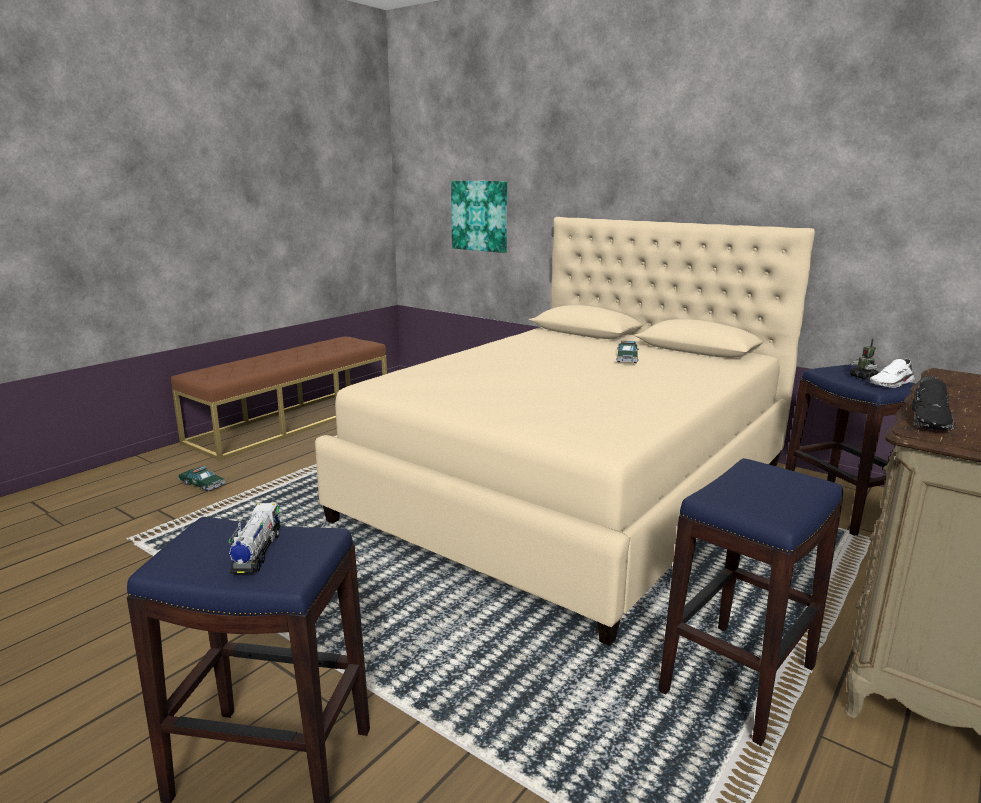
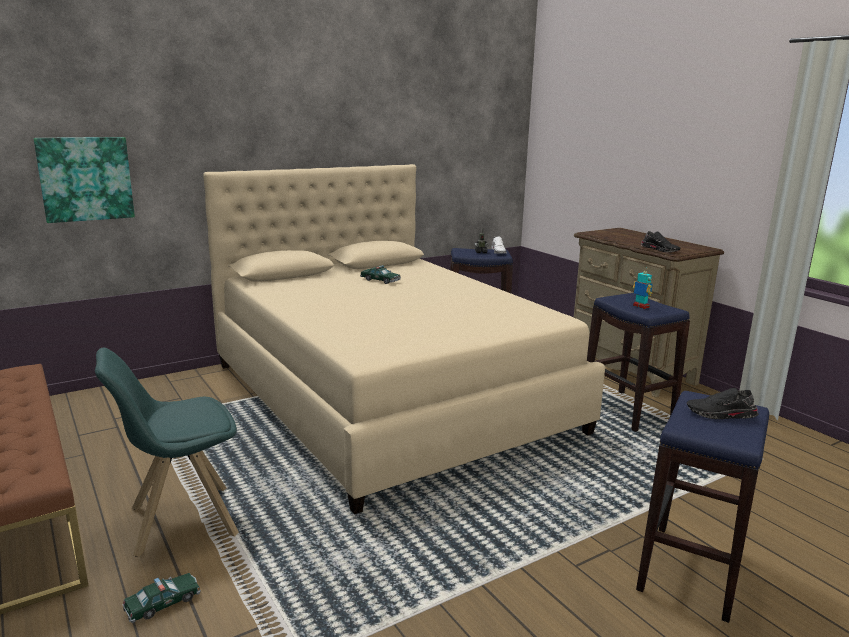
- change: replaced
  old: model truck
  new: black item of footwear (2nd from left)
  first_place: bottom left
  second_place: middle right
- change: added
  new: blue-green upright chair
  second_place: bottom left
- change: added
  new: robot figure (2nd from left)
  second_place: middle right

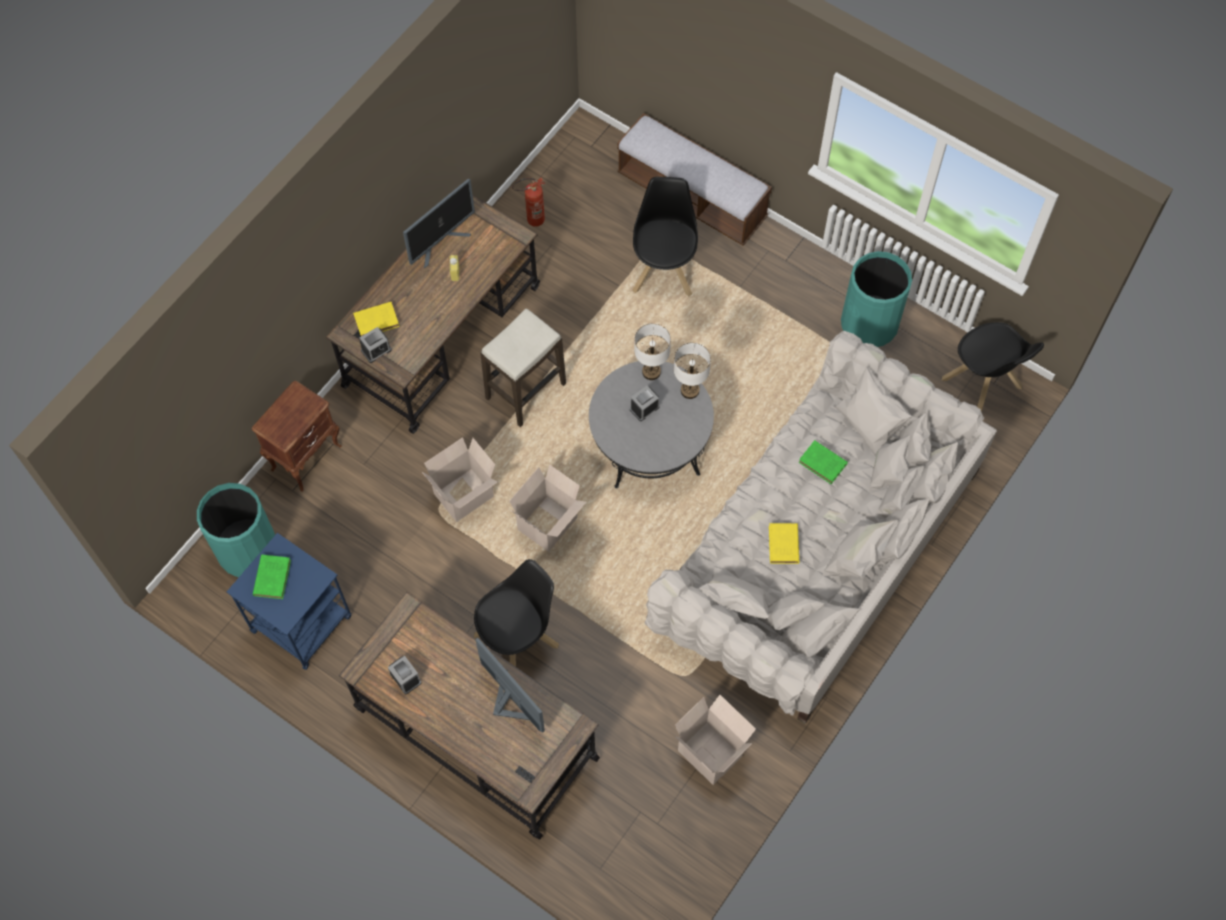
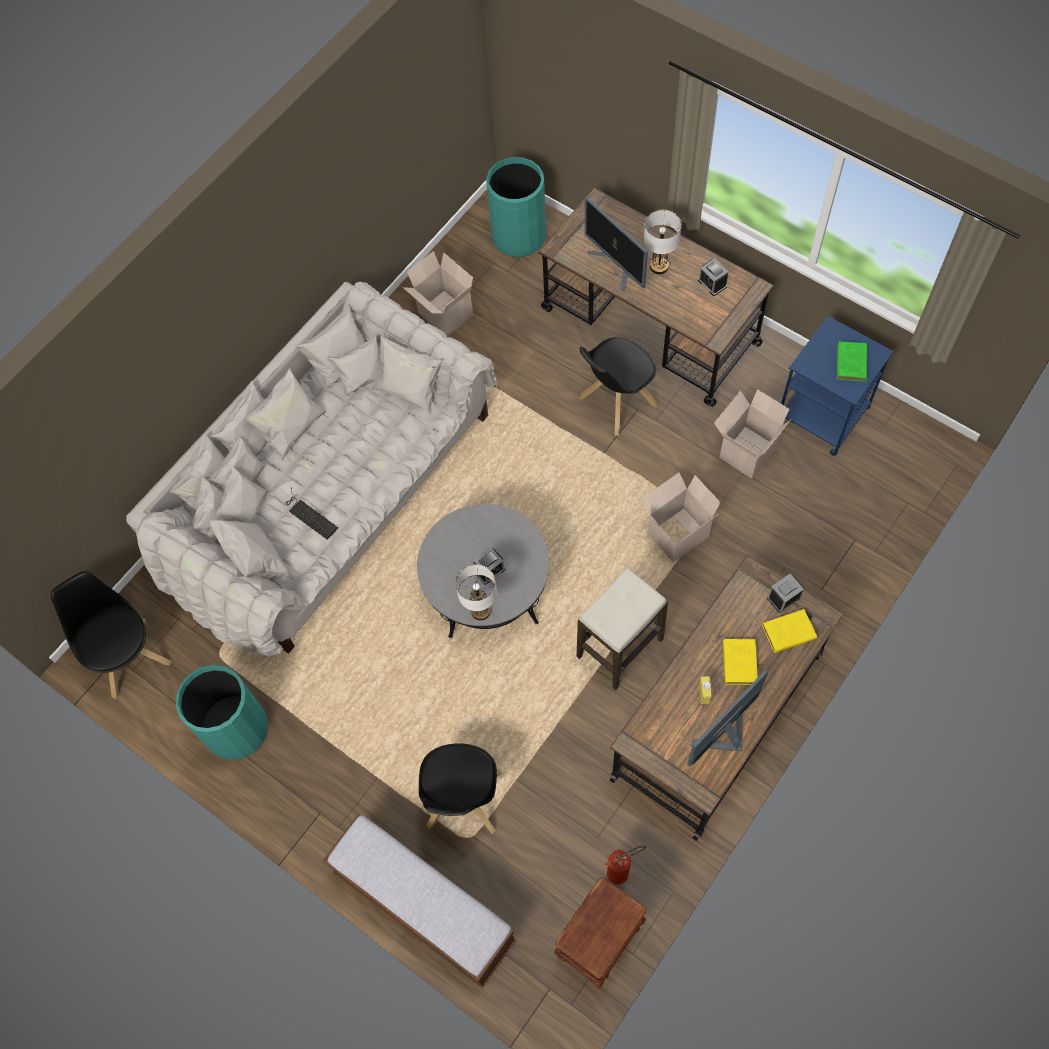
- change: moved
  old: blue-green waste bin (1st from left in the first image)
  new: blue-green waste bin (2nd from left)
  first_place: middle left
  second_place: top centre
- change: moved
  old: brownish bedside table
  first_place: middle left
  second_place: bottom centre
- change: moved
  old: packing box (2nd from left in the first image)
  new: packing box (3rd from left)
  first_place: centre
  second_place: middle right
- change: moved
  old: table lamp (2nd from left)
  first_place: centre
  second_place: top centre
- change: moved
  old: yellow bound book (2nd from left in the first image)
  new: yellow bound book (1st from left)
  first_place: centre
  second_place: middle right
- change: replaced
  old: green-coloured bound book (2nd from left)
  new: PC keyboard
  first_place: middle right
  second_place: middle left

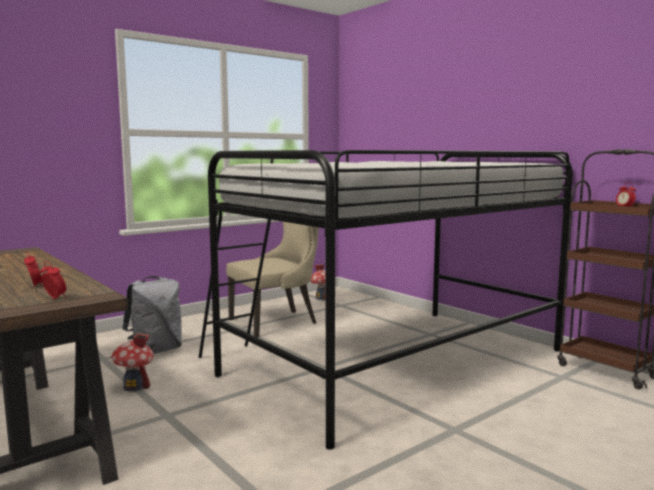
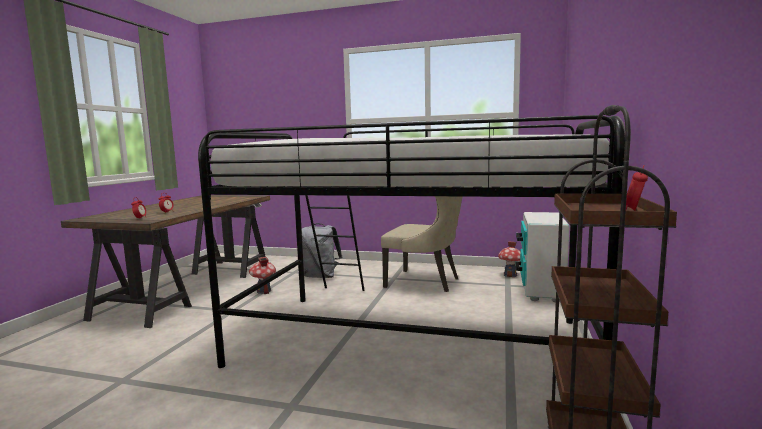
- change: added
  new: whitish bedside table
  second_place: middle right

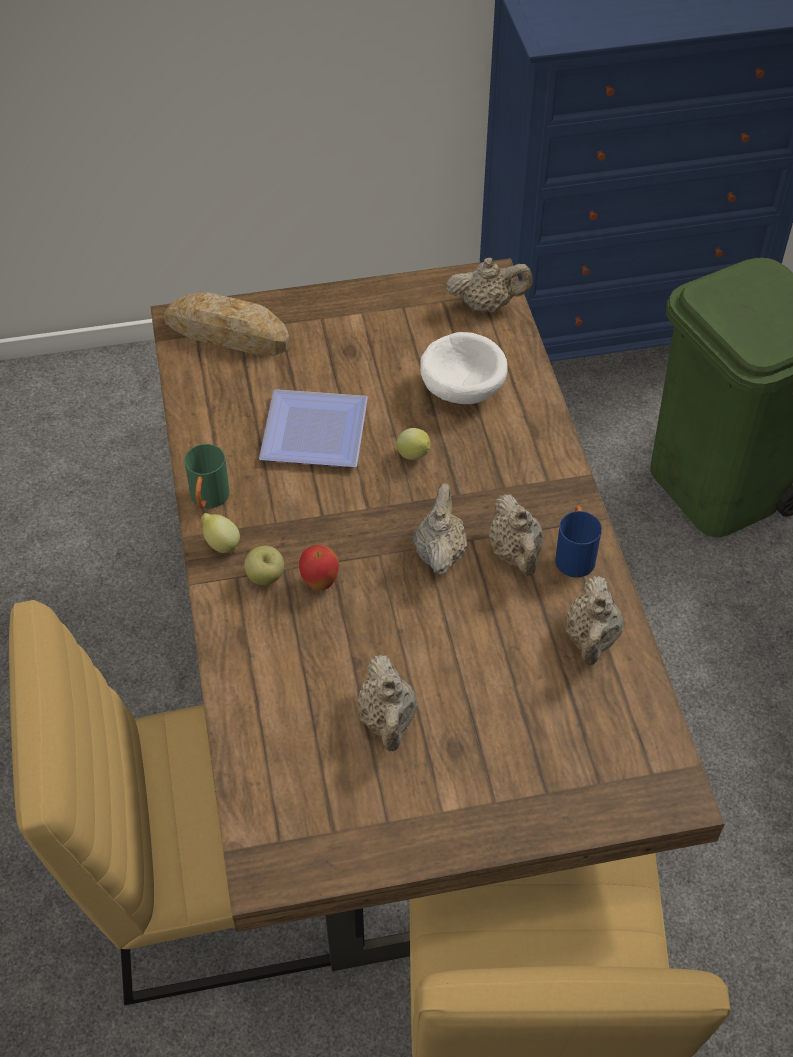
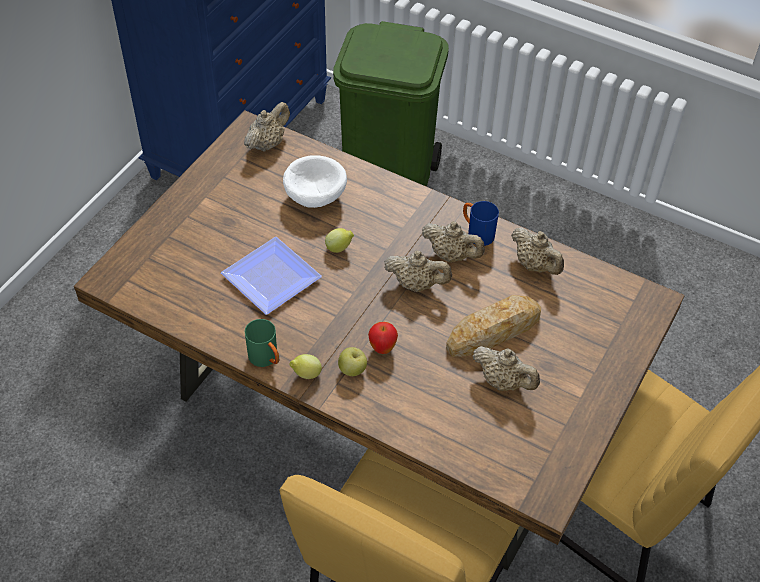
- change: moved
  old: bakery bread
  first_place: top left
  second_place: centre
- change: turned
  old: beige-coloured pot for tea (2nd from left)
  first_place: centre
  second_place: centre
  degrees: 150

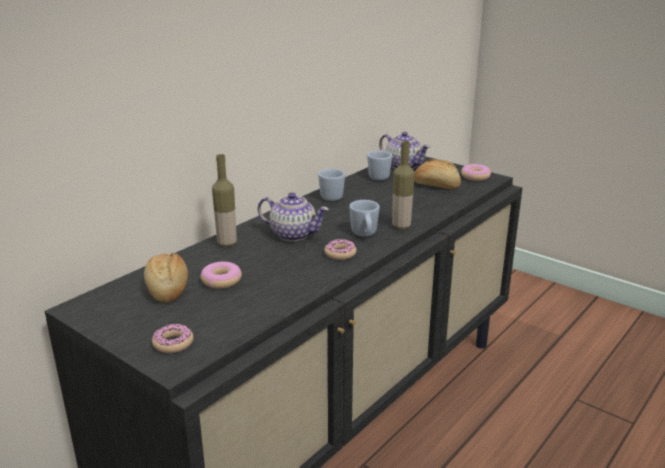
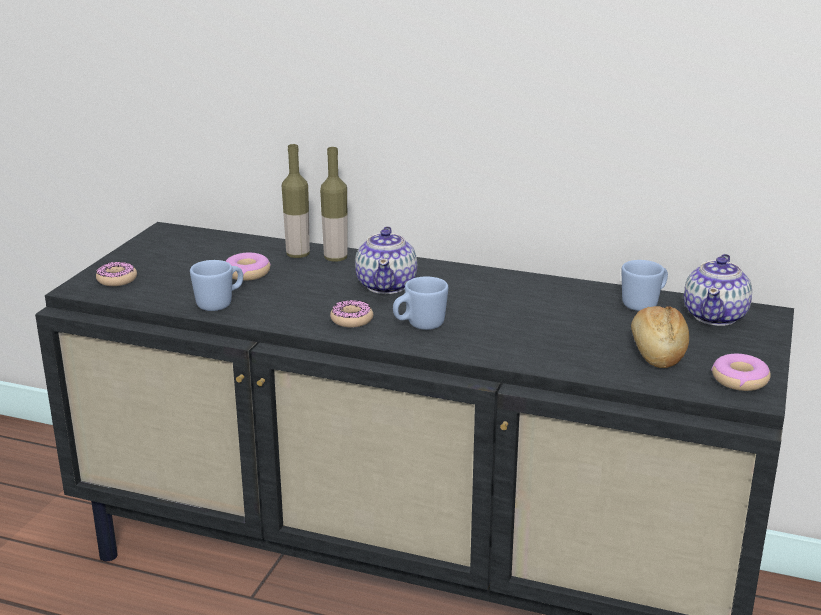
- change: removed
  old: bakery bread (1st from left)
  first_place: middle left
- change: moved
  old: blue coffee mug (1st from left)
  first_place: centre
  second_place: middle left
- change: moved
  old: drink bottle (2nd from left in the first image)
  new: drink bottle (1st from left)
  first_place: centre
  second_place: top centre

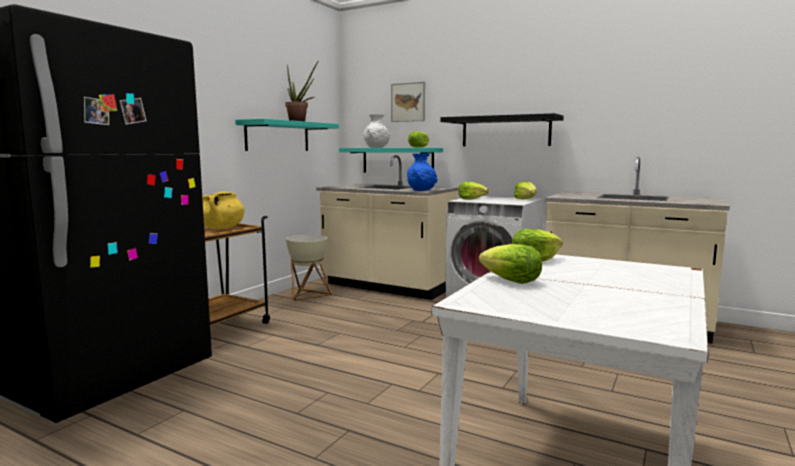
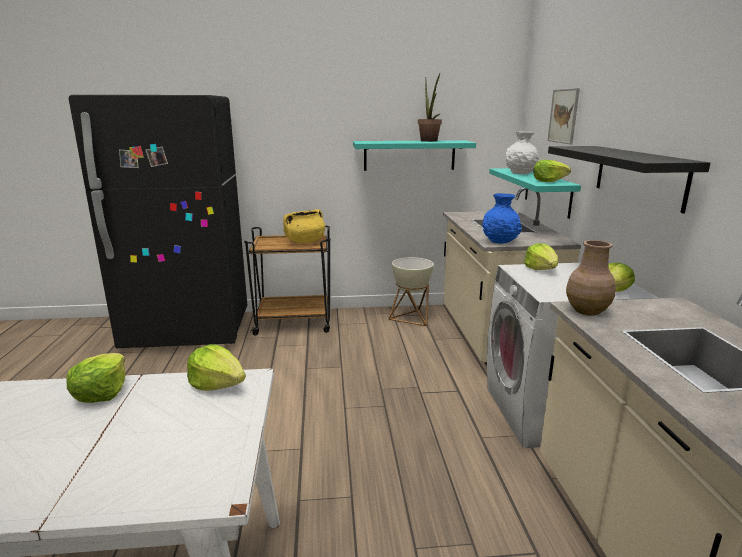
- change: added
  new: brownish vase
  second_place: middle right

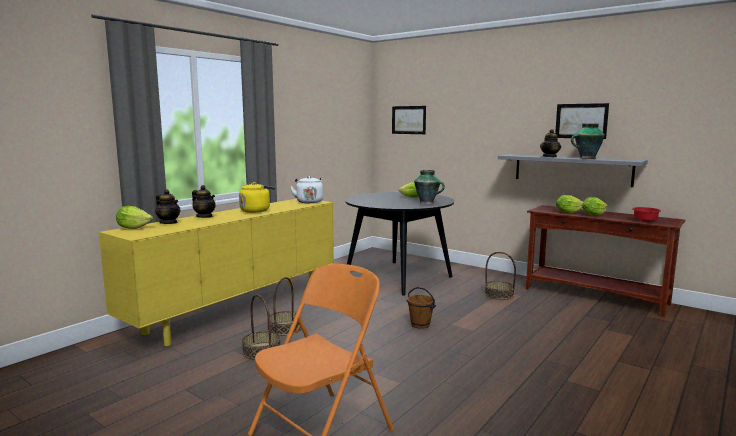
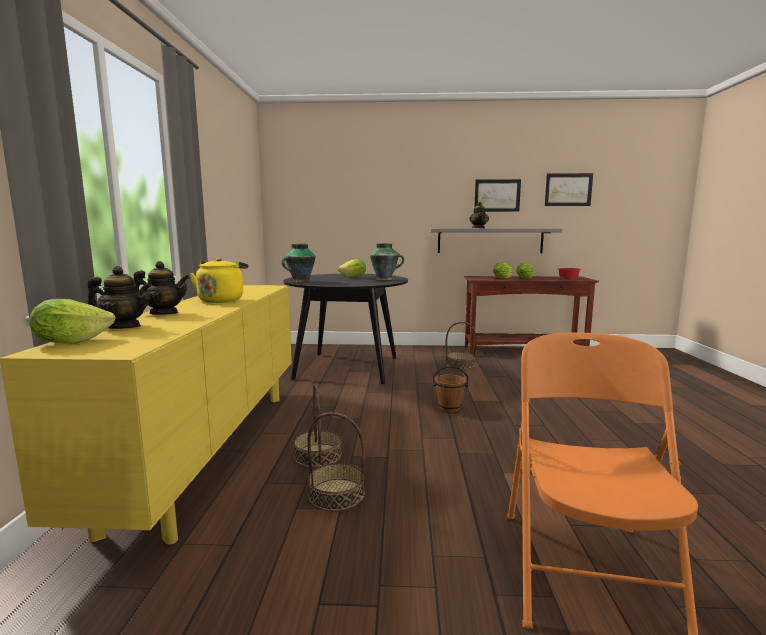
- change: removed
  old: whitish kettle
  first_place: centre
- change: moved
  old: wall art (1st from left in the first image)
  new: wall art (2nd from left)
  first_place: top centre
  second_place: top right
- change: moved
  old: vase (2nd from left in the first image)
  new: vase (1st from left)
  first_place: top right
  second_place: centre

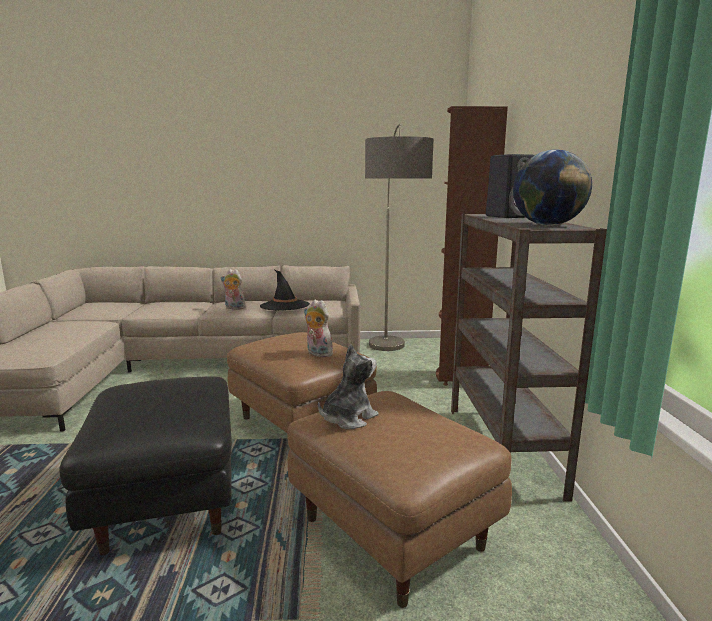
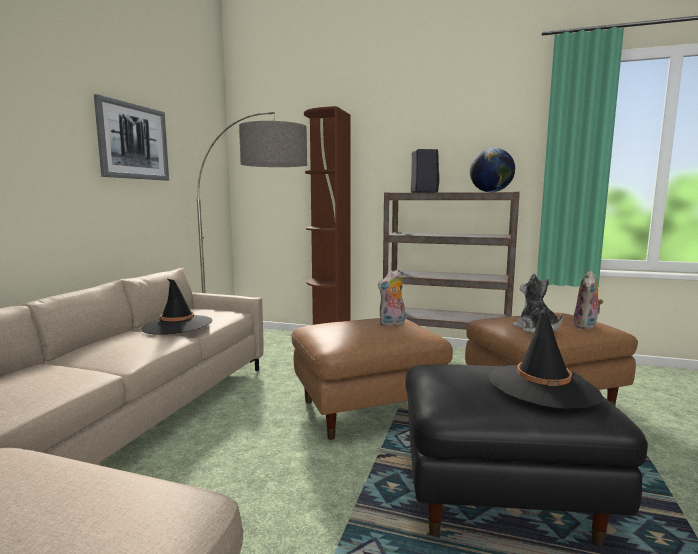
- change: moved
  old: cuddly toy (1st from left in the first image)
  new: cuddly toy (3rd from left)
  first_place: middle left
  second_place: middle right
- change: added
  new: wall art
  second_place: top left
- change: added
  new: black wearable hat (2nd from left)
  second_place: middle right

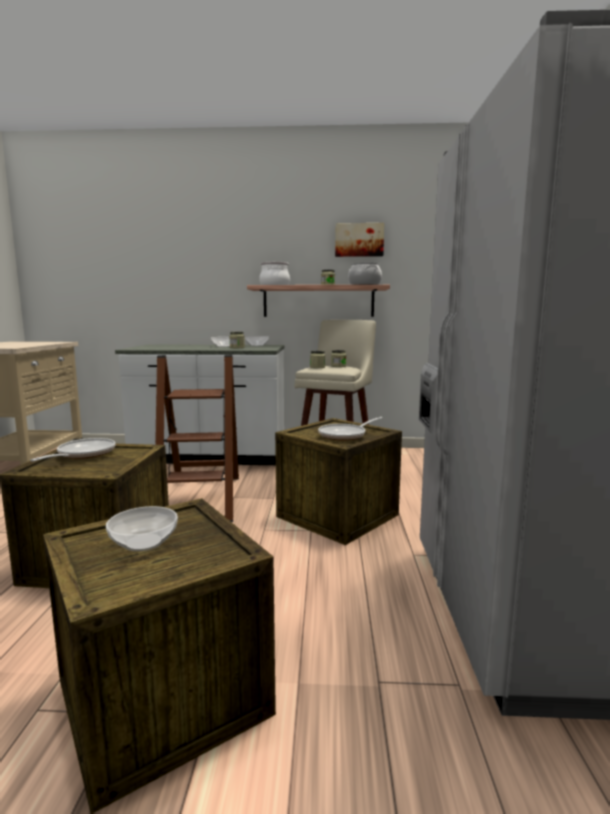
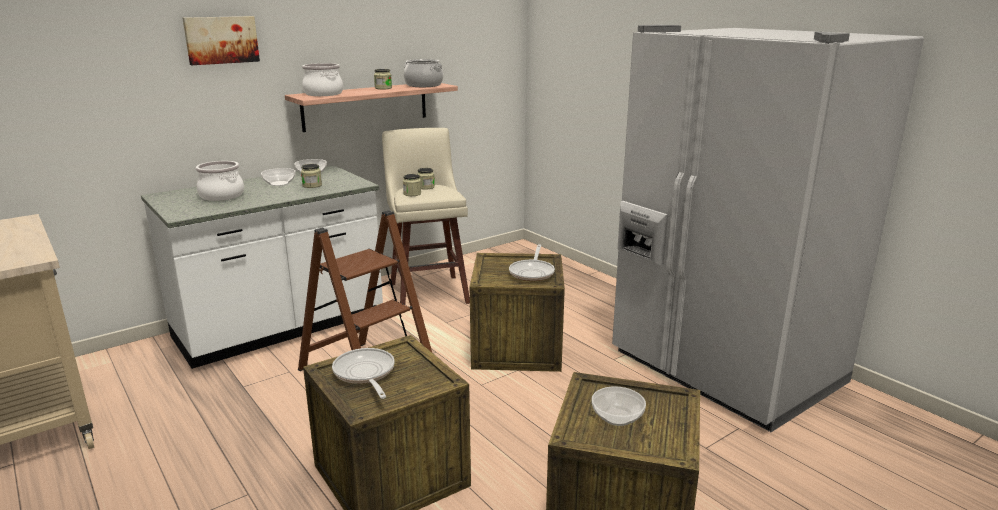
- change: moved
  old: wall art
  first_place: top centre
  second_place: top left
- change: added
  new: saucepot (1st from left)
  second_place: middle left

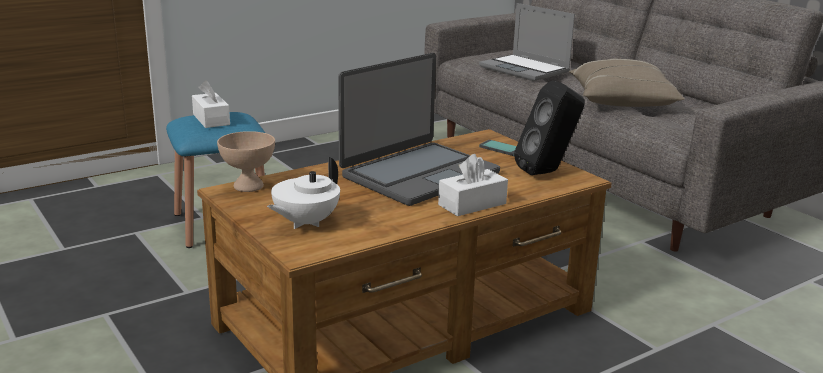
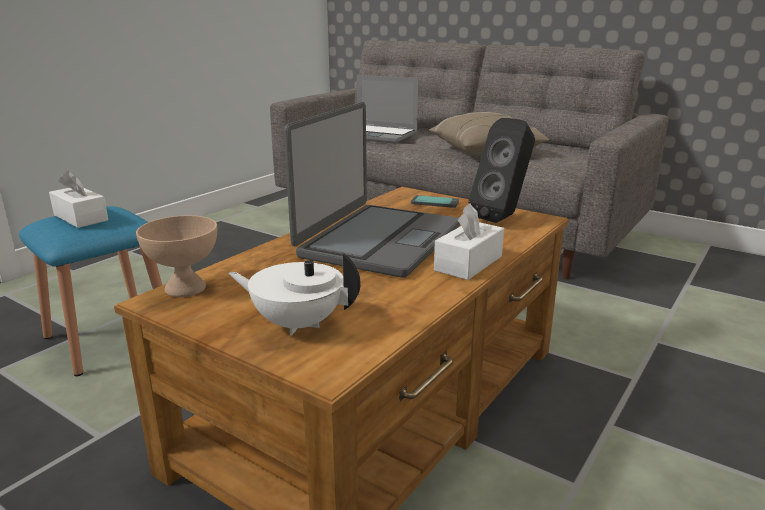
- change: turned
  old: whitish pot for tea
  first_place: centre
  second_place: centre
  degrees: 90

